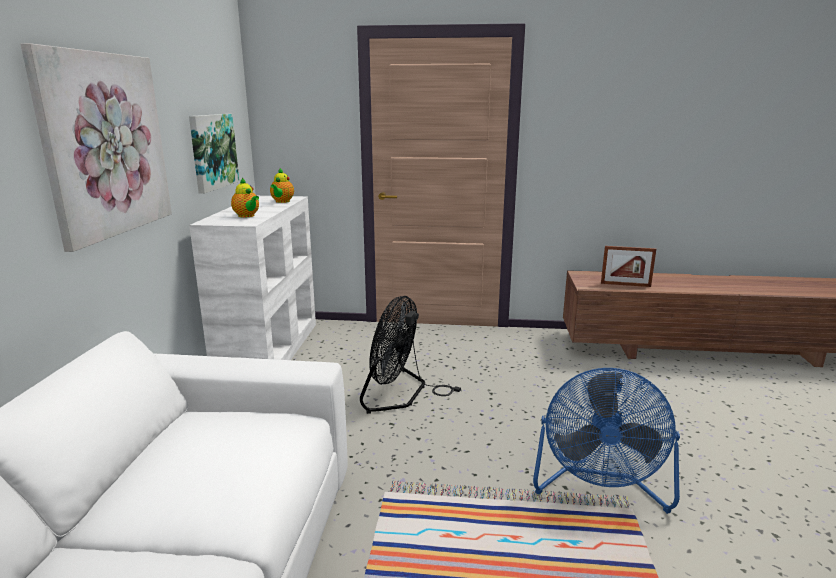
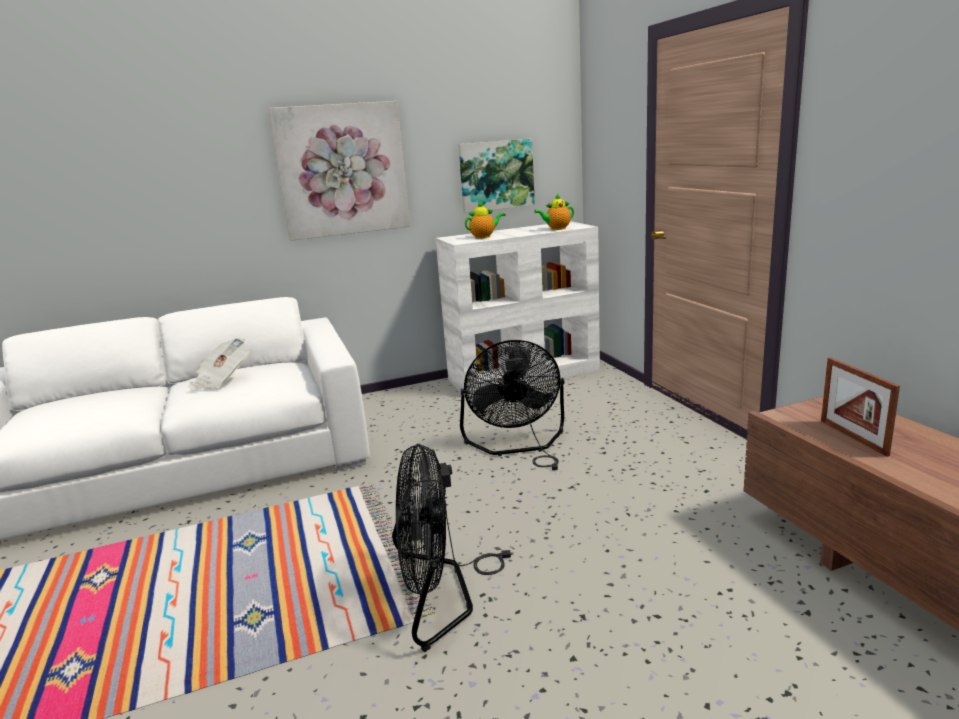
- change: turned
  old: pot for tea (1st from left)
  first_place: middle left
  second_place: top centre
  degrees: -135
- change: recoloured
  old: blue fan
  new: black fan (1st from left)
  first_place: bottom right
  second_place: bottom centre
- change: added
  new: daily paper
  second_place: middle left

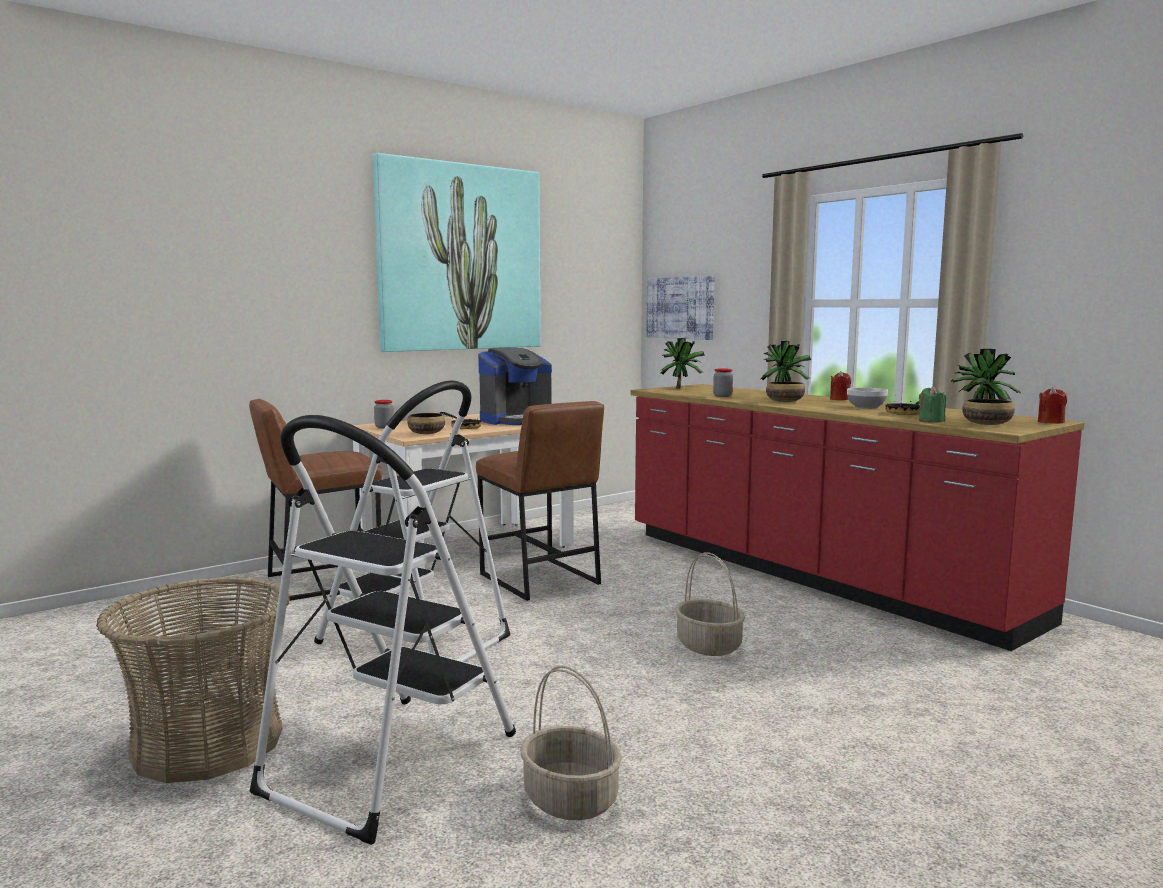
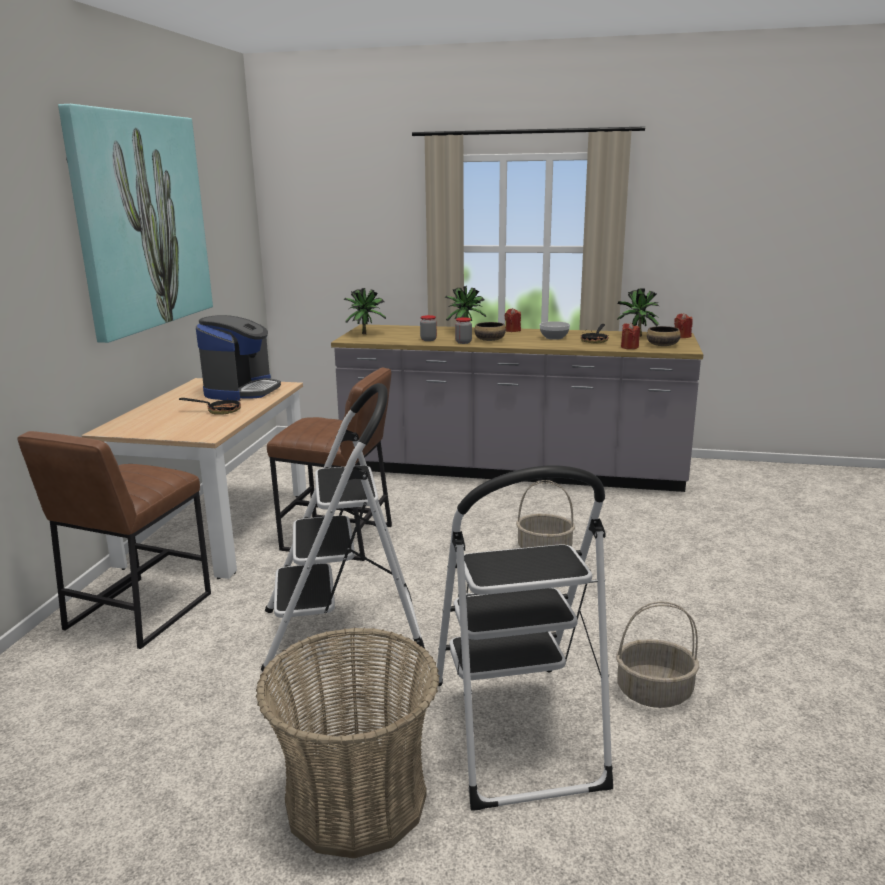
- change: moved
  old: jar (1st from left in the first image)
  new: jar (2nd from left)
  first_place: middle left
  second_place: centre
- change: removed
  old: deep dish (1st from left)
  first_place: centre
- change: recoloured
  old: reddish kitchen base unit
  new: gray kitchen base unit
  first_place: middle right
  second_place: centre
- change: removed
  old: wall art (2nd from left)
  first_place: centre
- change: recoloured
  old: green-coloured candle
  new: reddish candle (2nd from left)
  first_place: middle right
  second_place: middle right

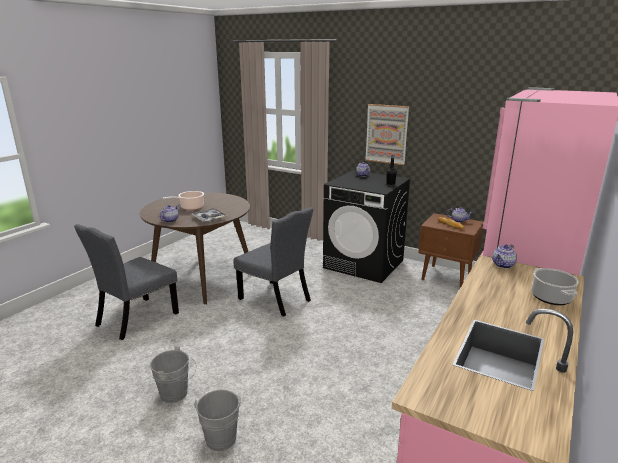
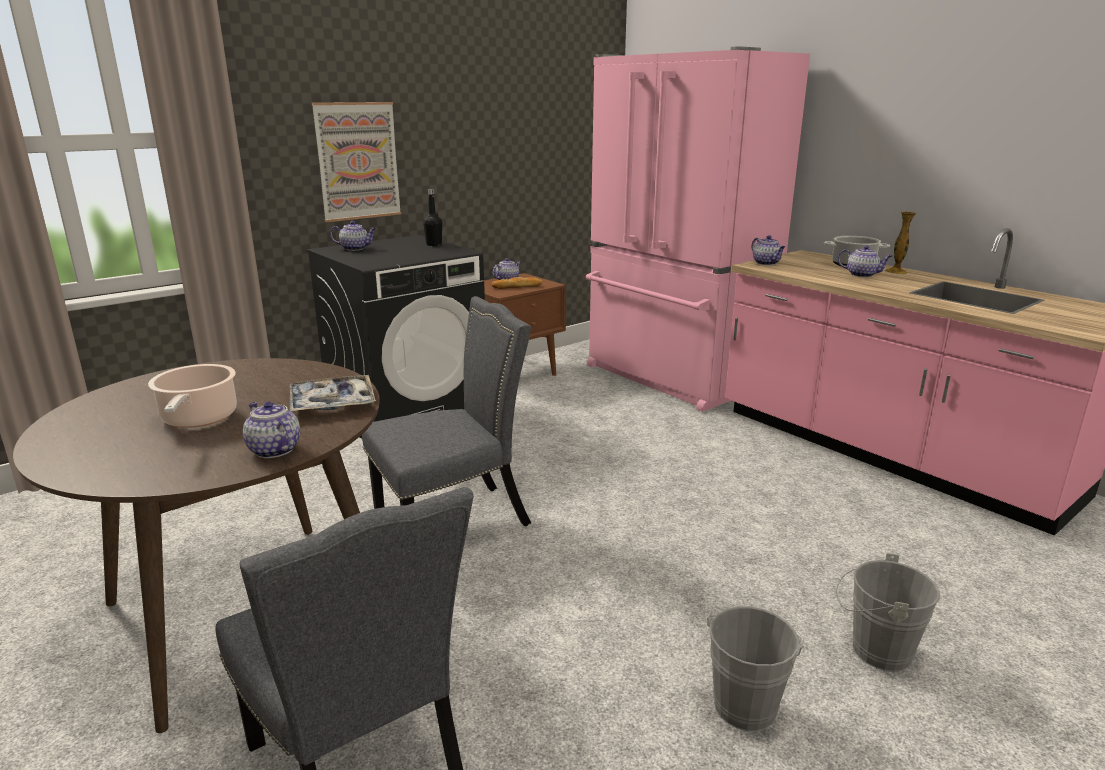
- change: added
  new: pot for tea (5th from left)
  second_place: middle right
- change: added
  new: vase
  second_place: top right

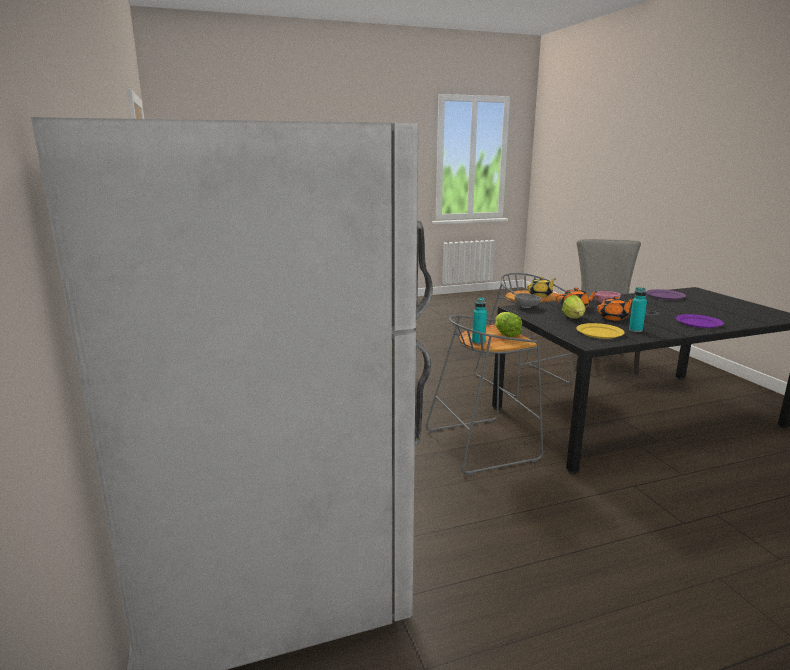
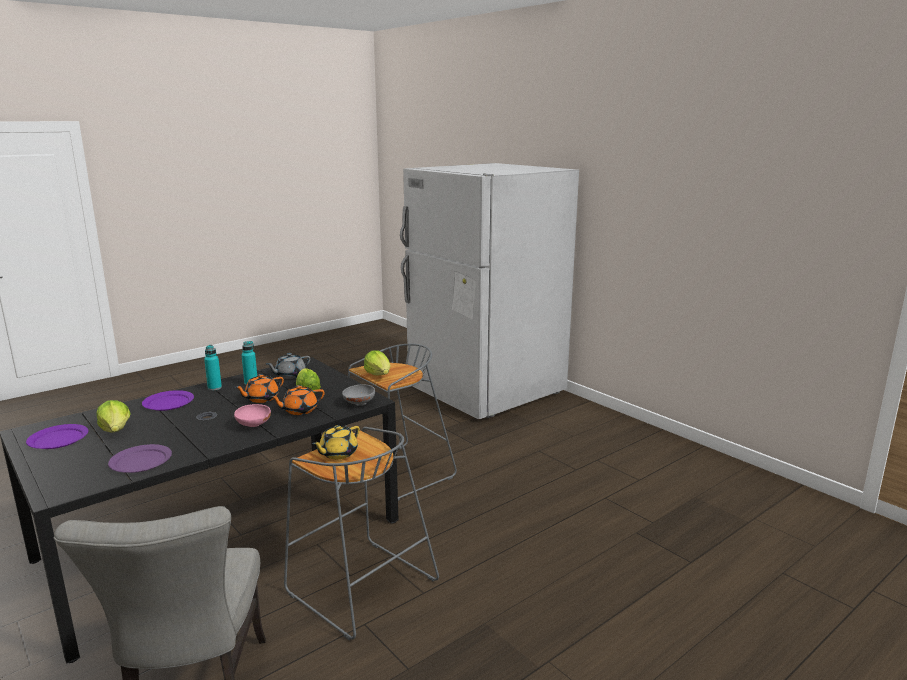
- change: moved
  old: blue-green drink bottle (1st from left)
  first_place: centre
  second_place: middle left
- change: replaced
  old: yellow flat dish
  new: gray pot for tea
  first_place: middle right
  second_place: middle left
- change: added
  new: purple flat dish (1st from left)
  second_place: middle left
- change: added
  new: head of lettuce (1st from left)
  second_place: middle left

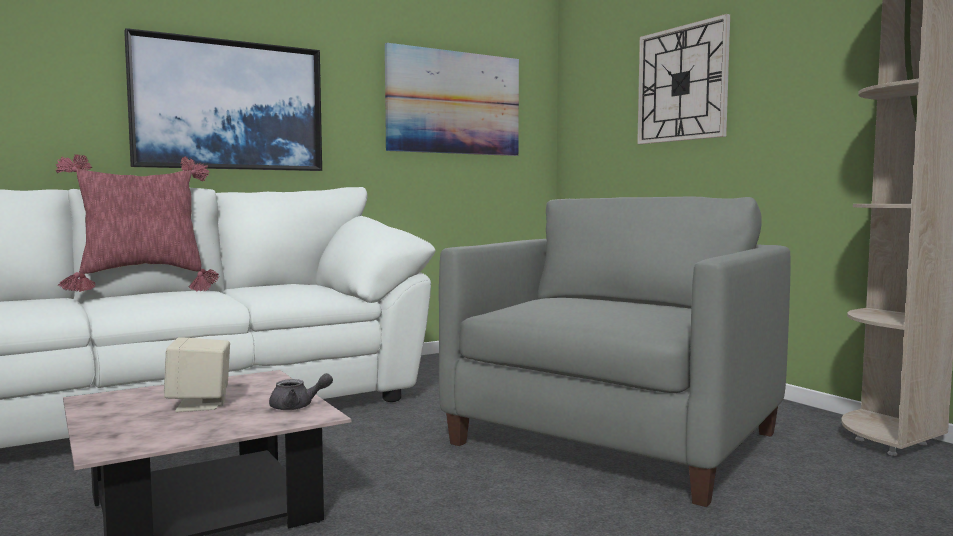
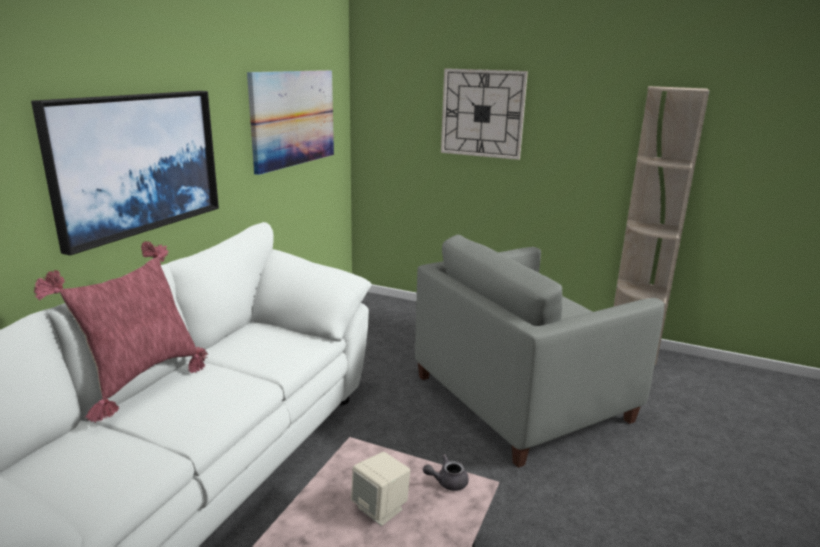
- change: turned
  old: gray pot for tea
  first_place: bottom left
  second_place: bottom centre
  degrees: -150
- change: turned
  old: gray easy chair
  first_place: centre
  second_place: centre
  degrees: -120

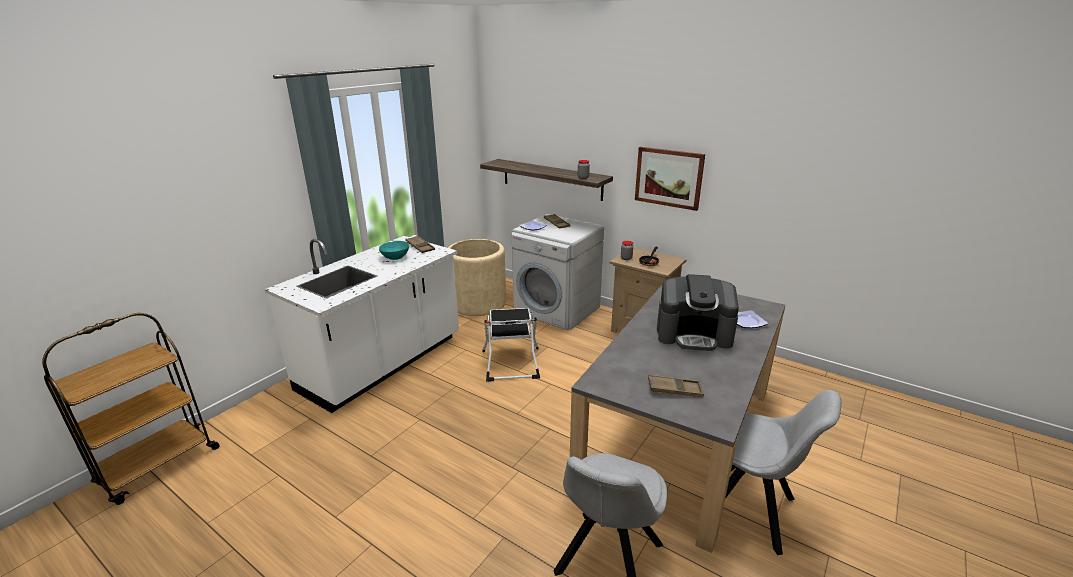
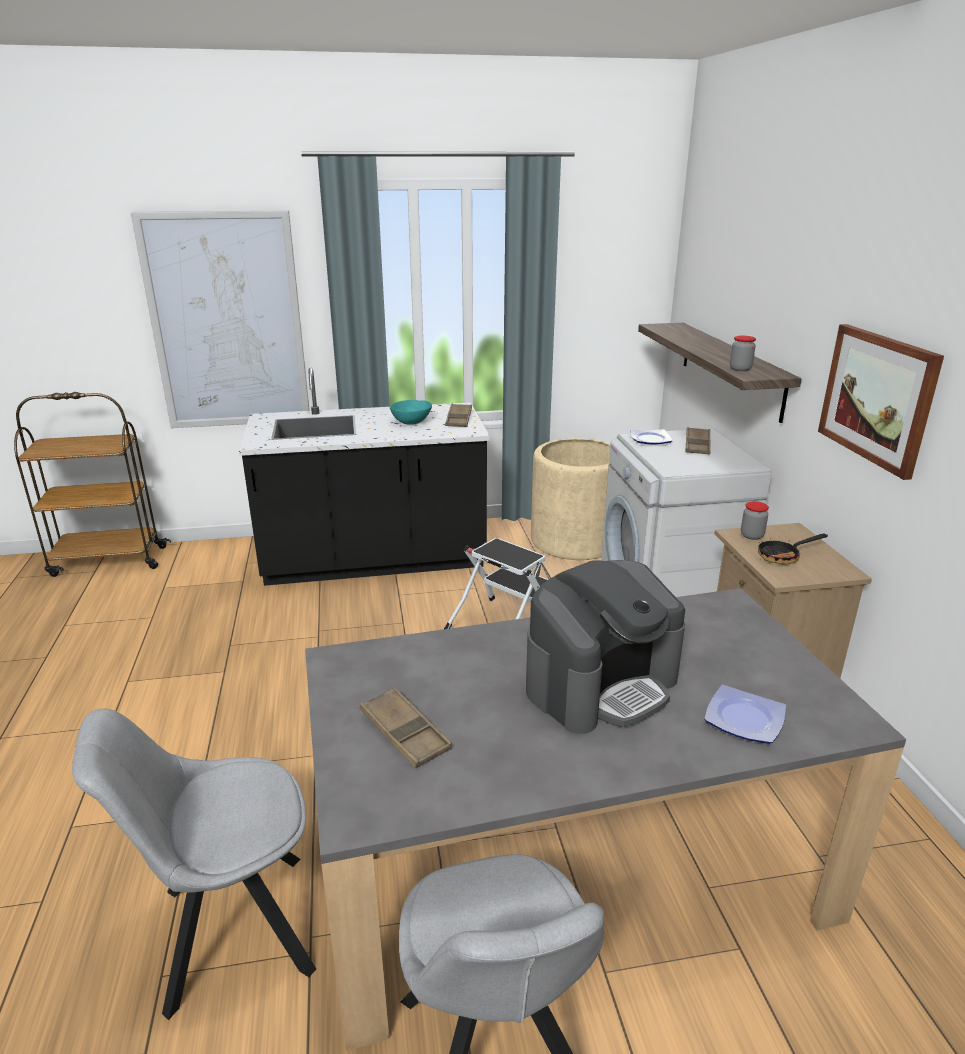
- change: recoloured
  old: whitish kitchen base unit
  new: black kitchen base unit
  first_place: centre
  second_place: centre
- change: turned
  old: coffee brewer
  first_place: centre
  second_place: centre
  degrees: -90
- change: added
  new: wall art (1st from left)
  second_place: top left

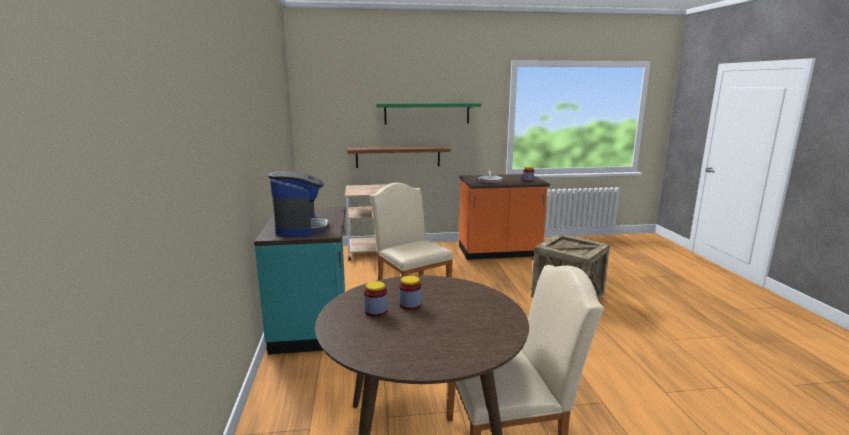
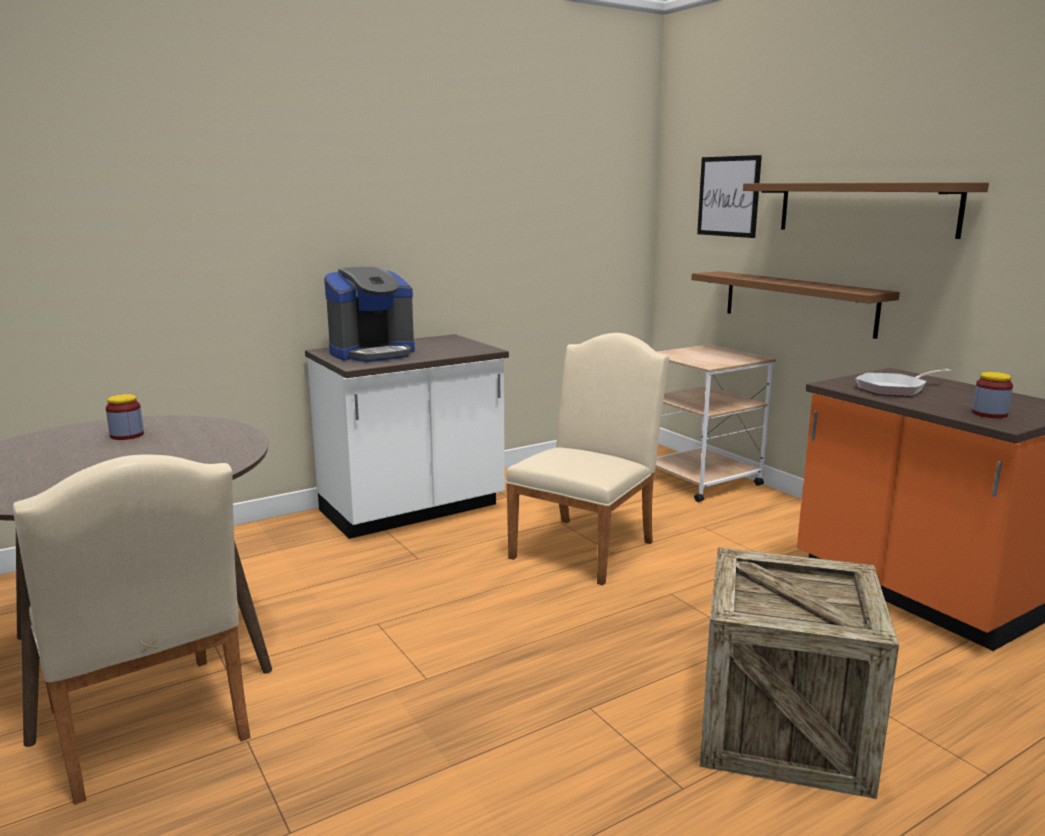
- change: recoloured
  old: blue-green kitchen base unit
  new: whitish kitchen base unit
  first_place: centre
  second_place: centre
- change: recoloured
  old: green-coloured shelf
  new: brownish shelf (2nd from left)
  first_place: top centre
  second_place: top right
- change: removed
  old: jar (2nd from left)
  first_place: bottom centre
- change: added
  new: wall art
  second_place: top right

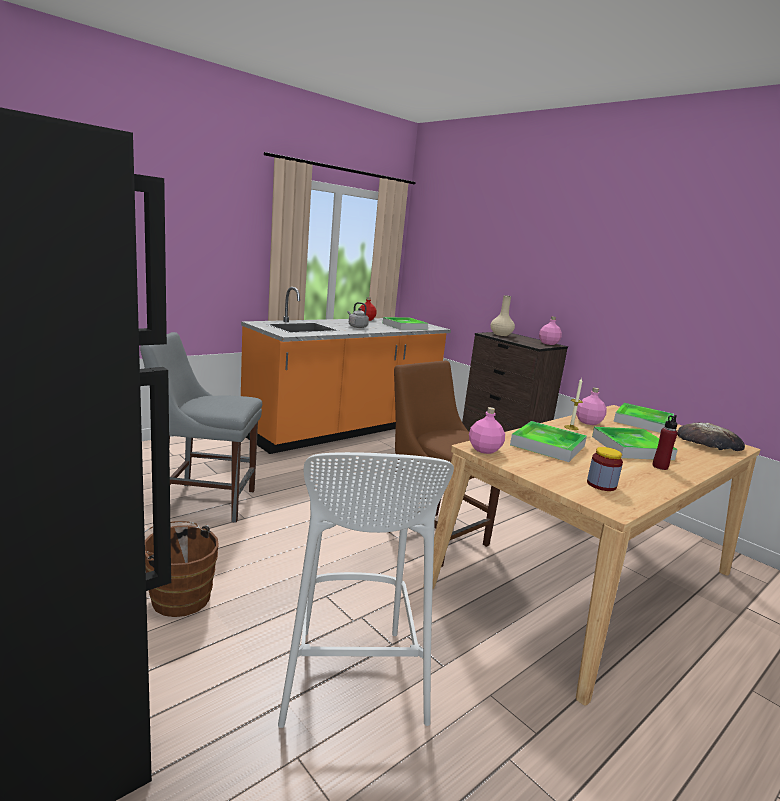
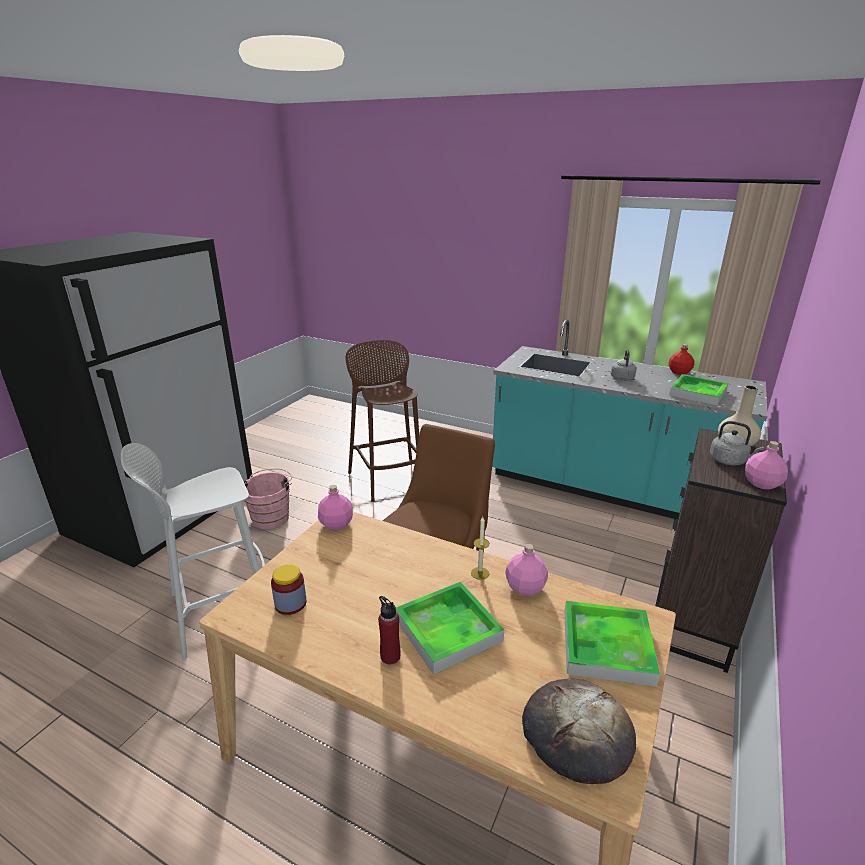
- change: replaced
  old: gray upright chair
  new: brownish sitting stool
  first_place: middle left
  second_place: centre
- change: recoloured
  old: brownish pail
  new: pink pail
  first_place: bottom left
  second_place: middle left
- change: recoloured
  old: orange kitchen base unit
  new: blue-green kitchen base unit
  first_place: centre
  second_place: middle right
- change: removed
  old: tray (2nd from left)
  first_place: middle right
- change: added
  new: gray kettle (2nd from left)
  second_place: middle right

